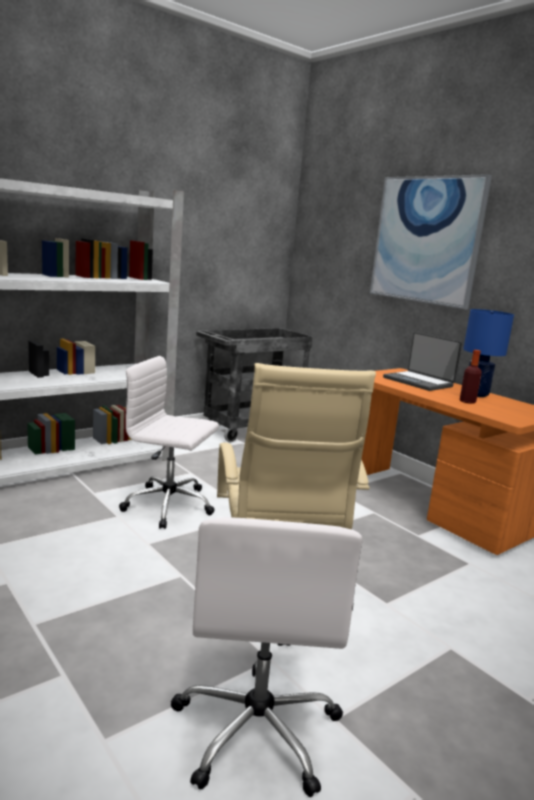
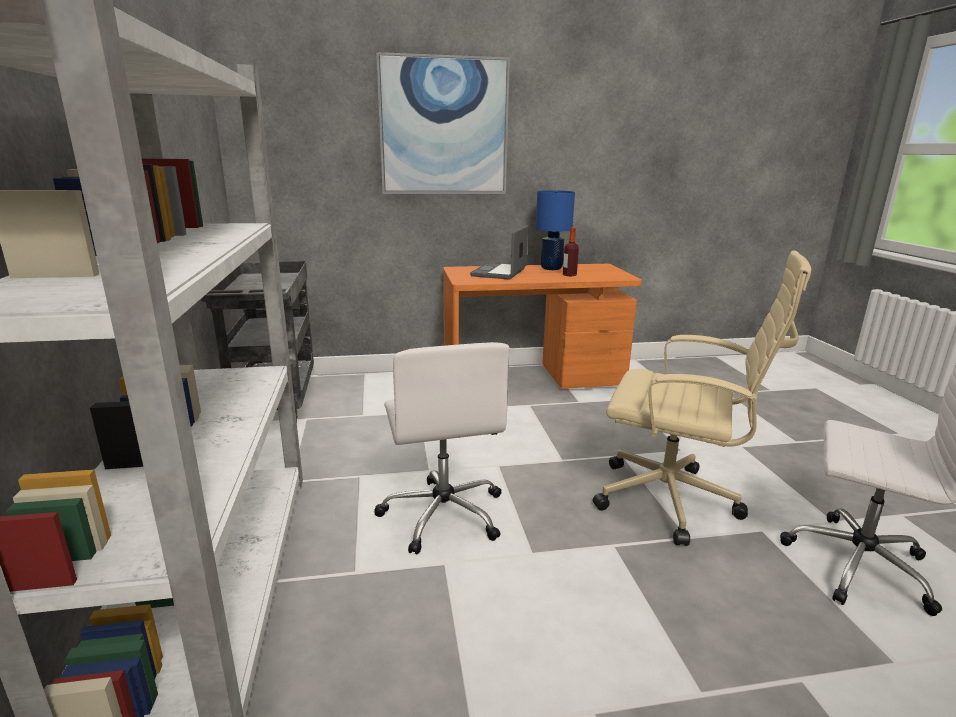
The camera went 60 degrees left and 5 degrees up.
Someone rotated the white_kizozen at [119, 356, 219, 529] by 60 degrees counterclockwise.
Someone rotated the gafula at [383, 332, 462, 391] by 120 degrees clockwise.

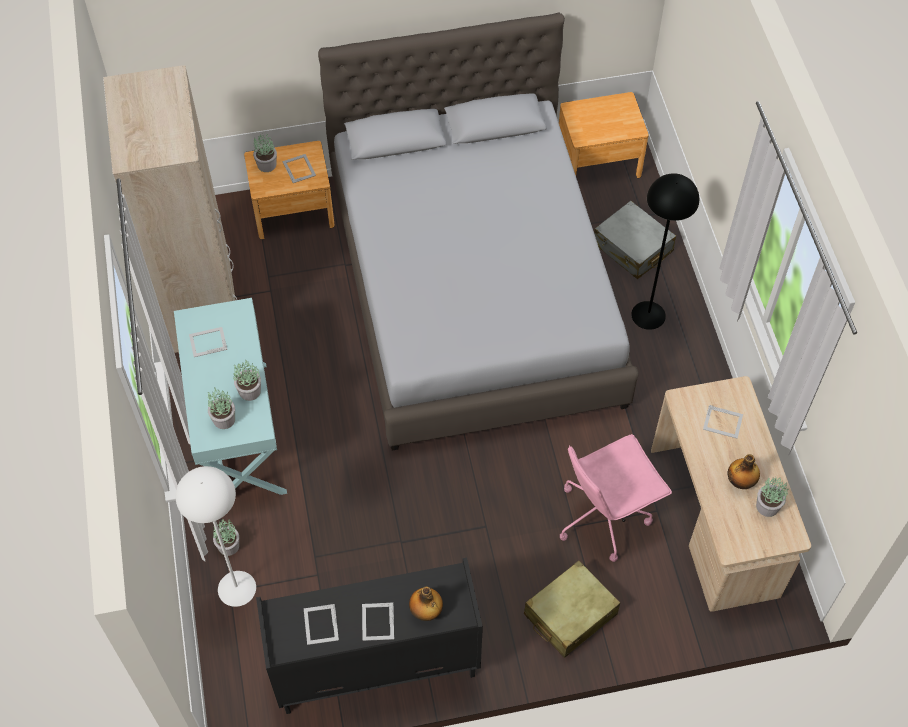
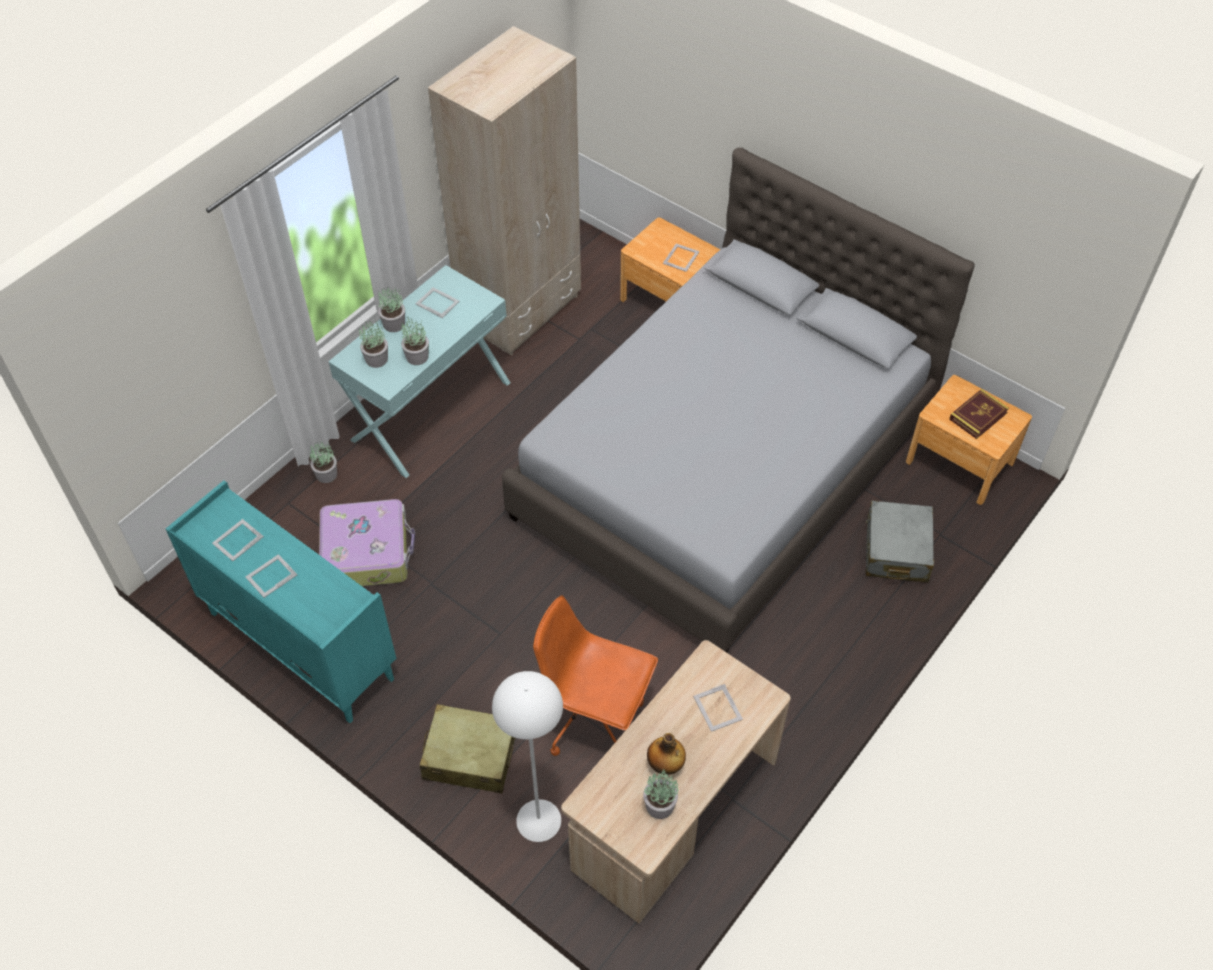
The camera went 50 degrees right and 5 degrees down.
Someone took away the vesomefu at [409, 586, 443, 621].
Someone took away the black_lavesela at [631, 173, 699, 330].
Someone put down the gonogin at [319, 499, 415, 586].
Someone put down the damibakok at [949, 389, 1009, 439].
Someone carried the white_lavesela from [176, 466, 256, 607] to [492, 671, 563, 842].
Someone carried the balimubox from [253, 134, 277, 172] to [378, 287, 405, 332].
Someone repainted the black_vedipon at [256, 558, 483, 714], which became the turquoise_vedipon at [166, 480, 396, 723].
Someone repainted the pink_kizozen at [560, 434, 672, 562], which became the orange_kizozen at [533, 595, 658, 756].

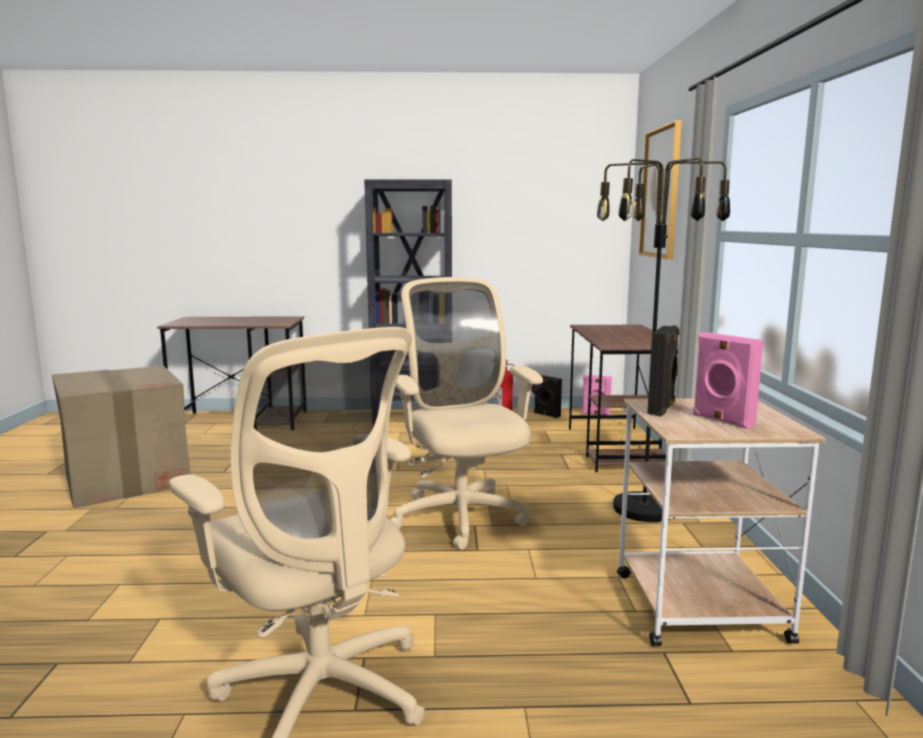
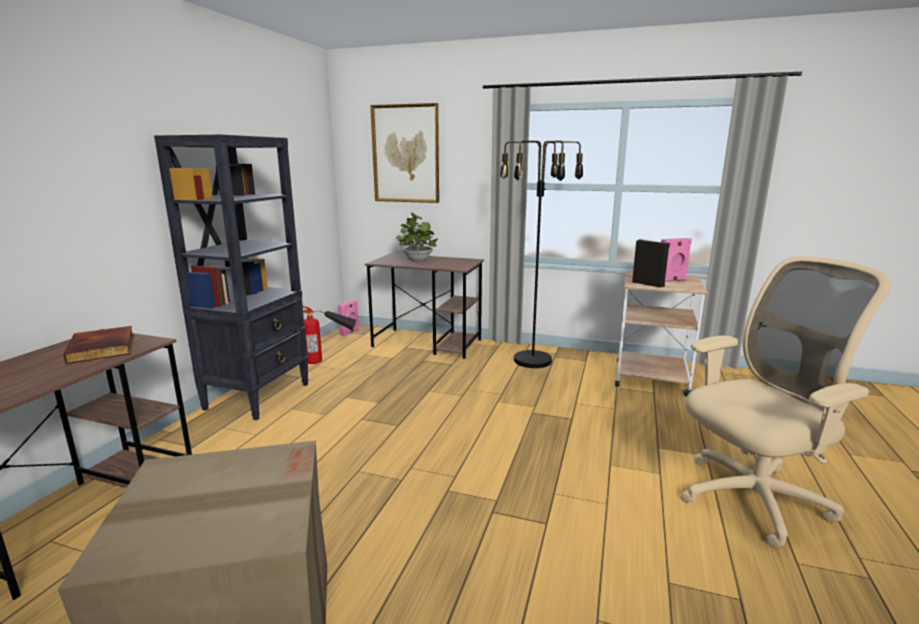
The camera went 70 degrees left and 5 degrees up.
Someone took away the beige_kizozen at [391, 277, 543, 550].
Someone took away the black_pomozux at [534, 375, 562, 418].
Someone put down the damibakok at [63, 326, 134, 364].
Someone put down the balimubox at [397, 212, 438, 262].

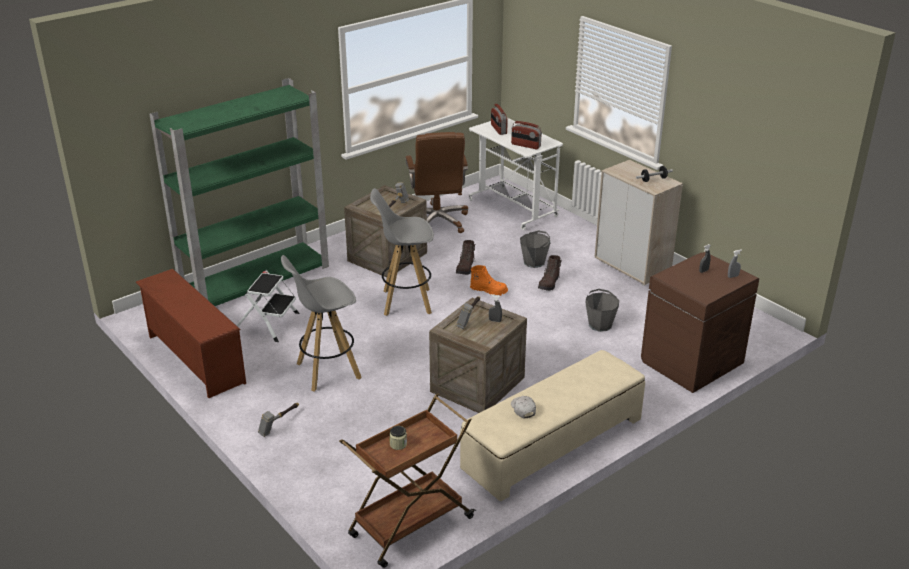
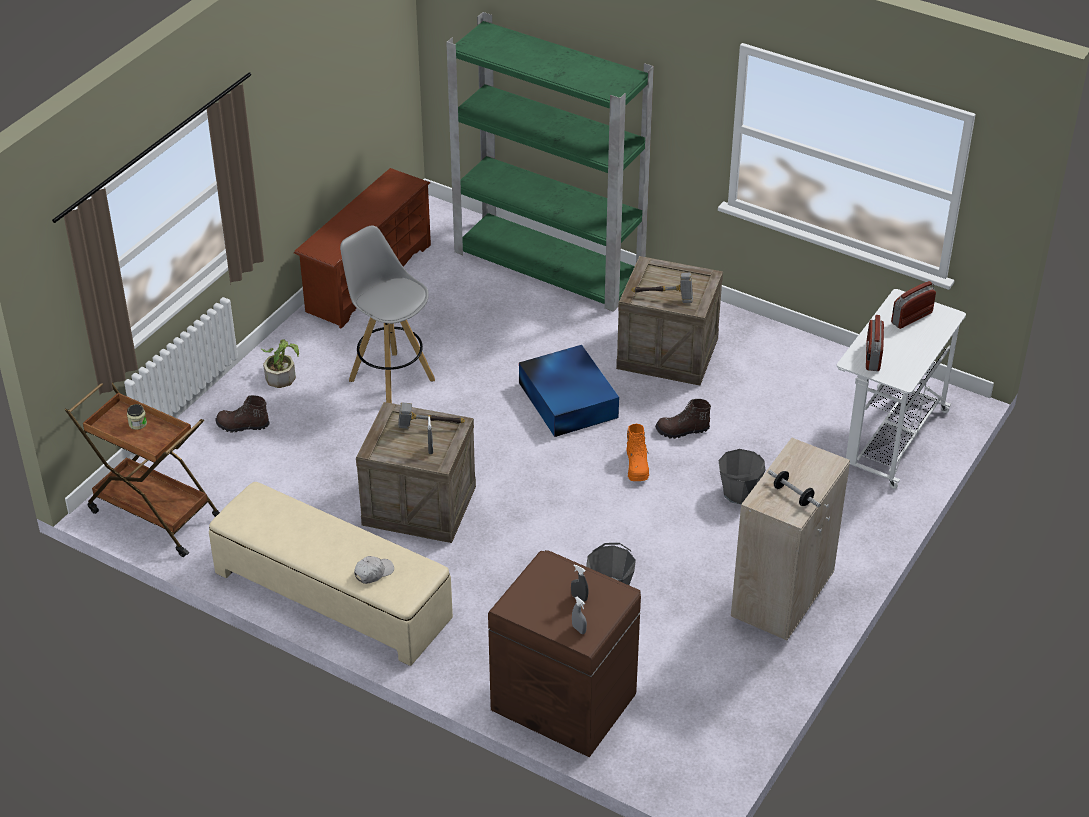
The camera went 70 degrees right and 10 degrees up.
Someone took away the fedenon at [236, 269, 299, 342].
Someone took away the brown_kizozen at [406, 132, 468, 233].
Someone carried the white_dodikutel from [511, 396, 536, 418] to [354, 556, 394, 584].
Someone carried the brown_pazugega from [538, 255, 562, 291] to [216, 395, 270, 432].
Someone swapped the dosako at [258, 403, 299, 437] for the balimubox at [261, 339, 299, 388].
Someone swapped the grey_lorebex at [370, 188, 434, 316] for the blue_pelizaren at [519, 345, 619, 437].

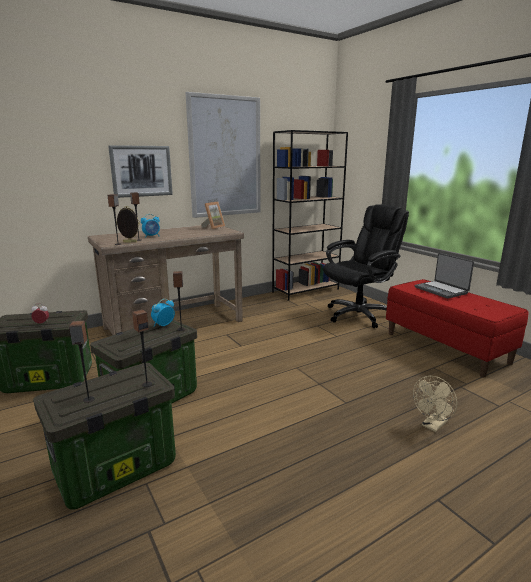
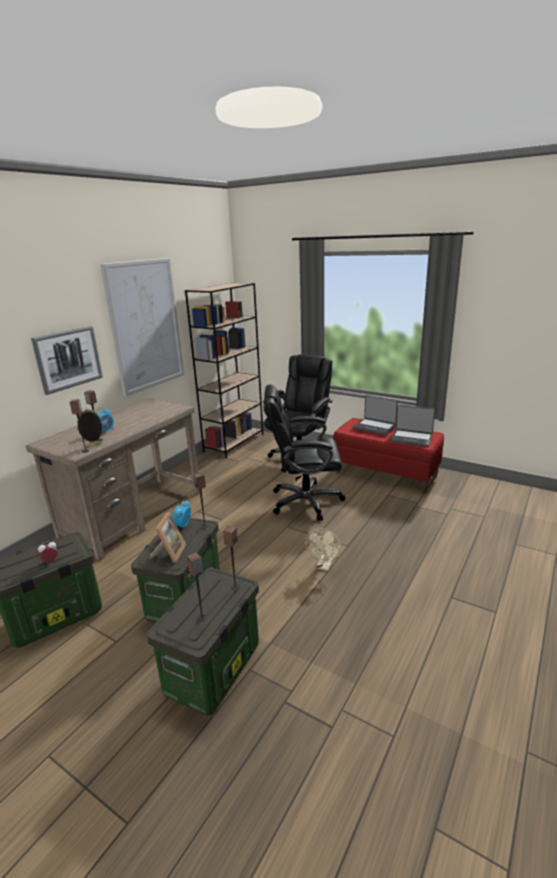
The camera went 25 degrees left and 5 degrees up.
Someone put down the black_kizozen at [264, 384, 346, 521].
Someone put down the gafula at [390, 405, 435, 447].
Someone carried the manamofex from [201, 202, 225, 229] to [150, 512, 186, 563].
Someone carried the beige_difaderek from [413, 376, 457, 432] to [306, 528, 341, 571].

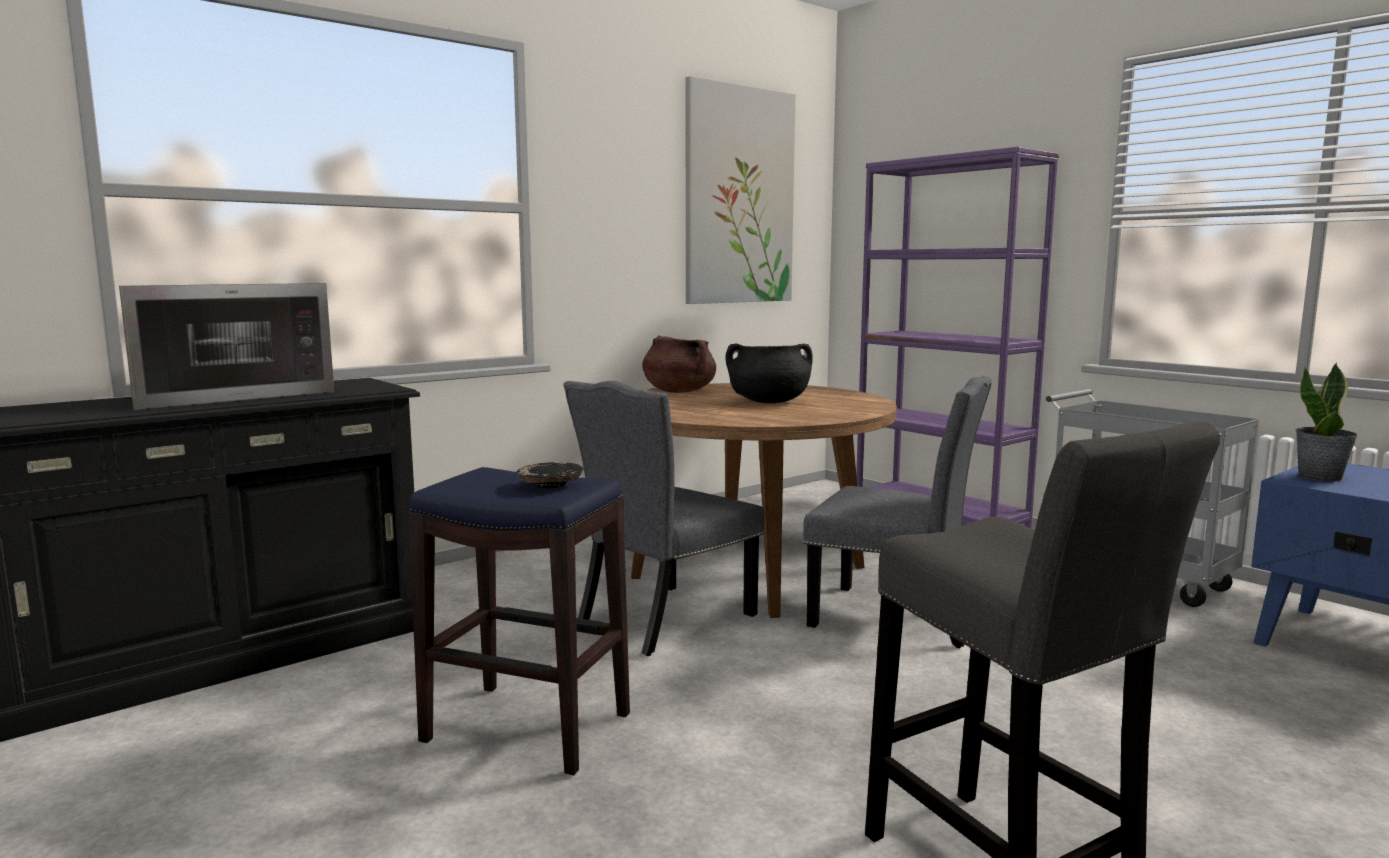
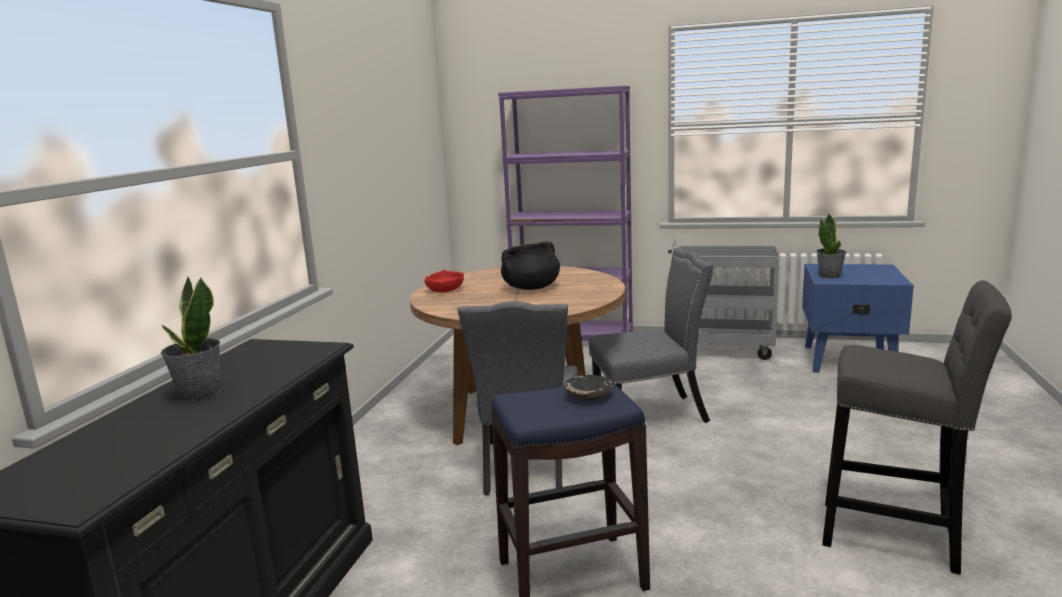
The camera went 35 degrees left and 5 degrees up.
Someone took away the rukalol at [685, 76, 796, 304].
Someone swapped the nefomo at [119, 283, 334, 410] for the balimubox at [161, 277, 221, 400].
Someone swapped the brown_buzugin at [642, 336, 716, 393] for the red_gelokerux at [424, 270, 464, 293].

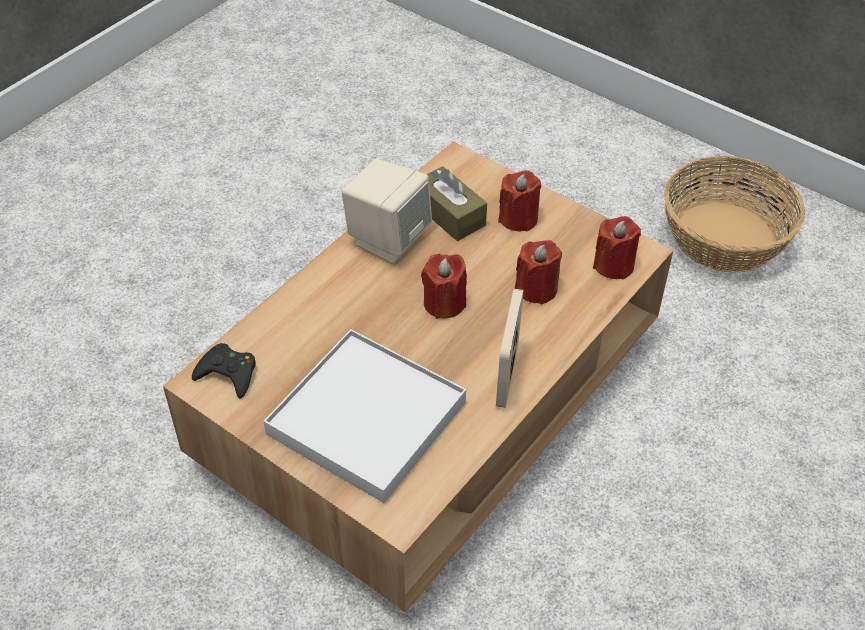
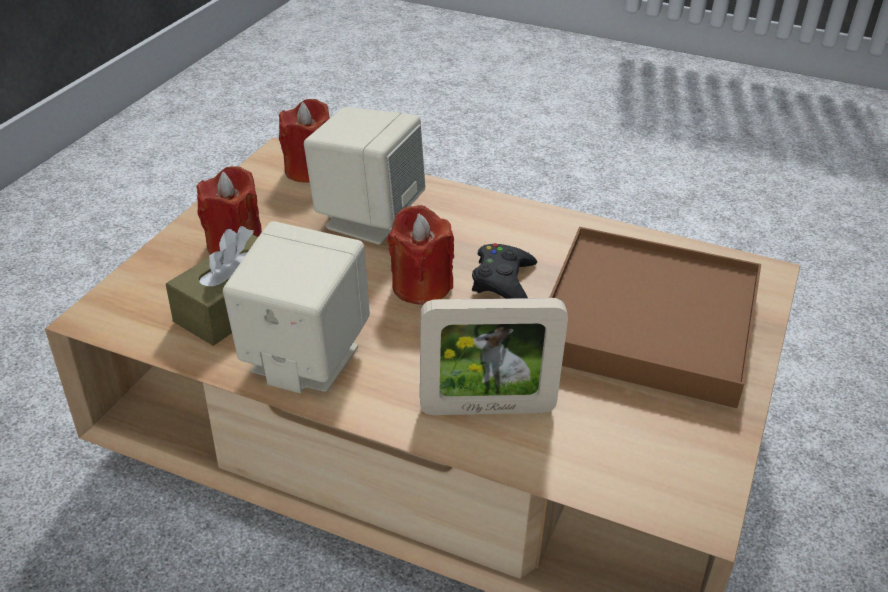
The camera went 105 degrees left and 10 degrees down.
Someone took away the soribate at [664, 156, 805, 273].
Someone carried the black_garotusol from [192, 343, 256, 399] to [472, 243, 537, 298].
Someone carried the manamofex from [496, 289, 524, 408] to [420, 298, 568, 415].
Someone swapped the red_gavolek at [515, 240, 562, 304] for the beige_pomozux at [304, 107, 426, 245].
Someone repainted the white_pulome at [264, 329, 466, 503], which became the brown_pulome at [549, 227, 761, 408].

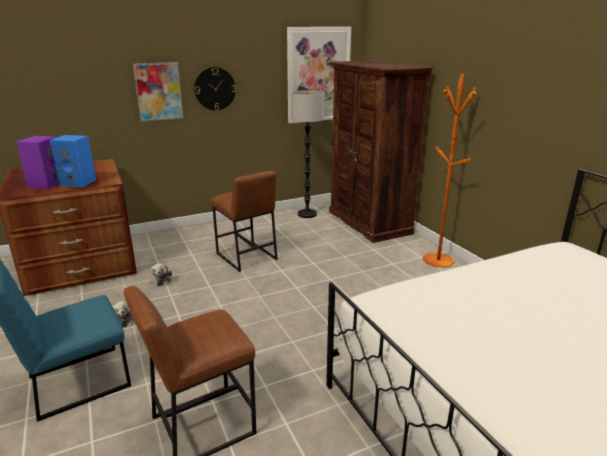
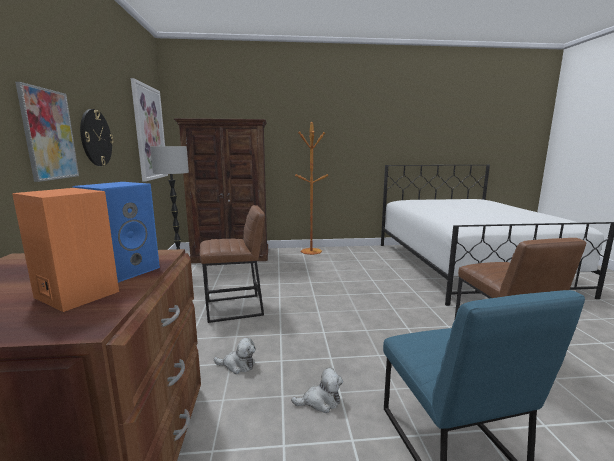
The camera went 70 degrees left and 10 degrees down.
Someone repainted the purple_pomozux at [16, 136, 59, 189], which became the orange_pomozux at [12, 188, 119, 312].

